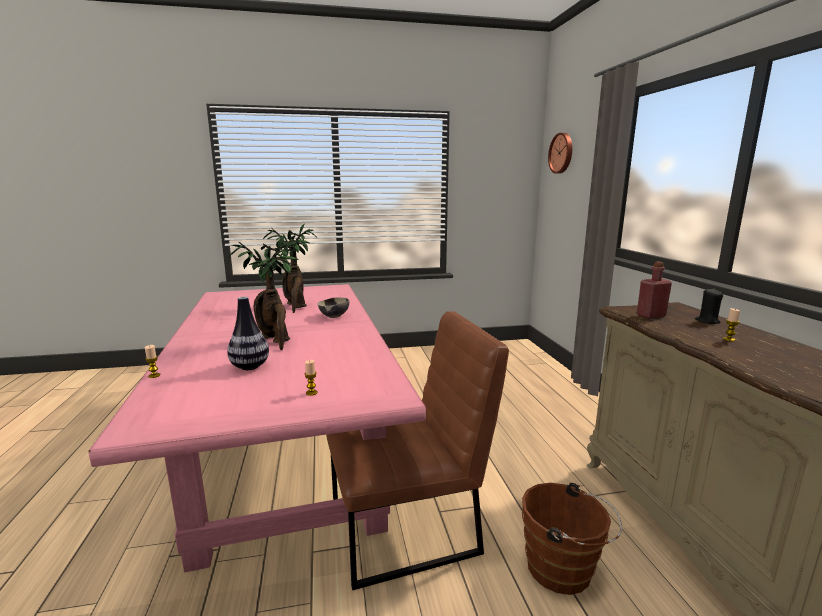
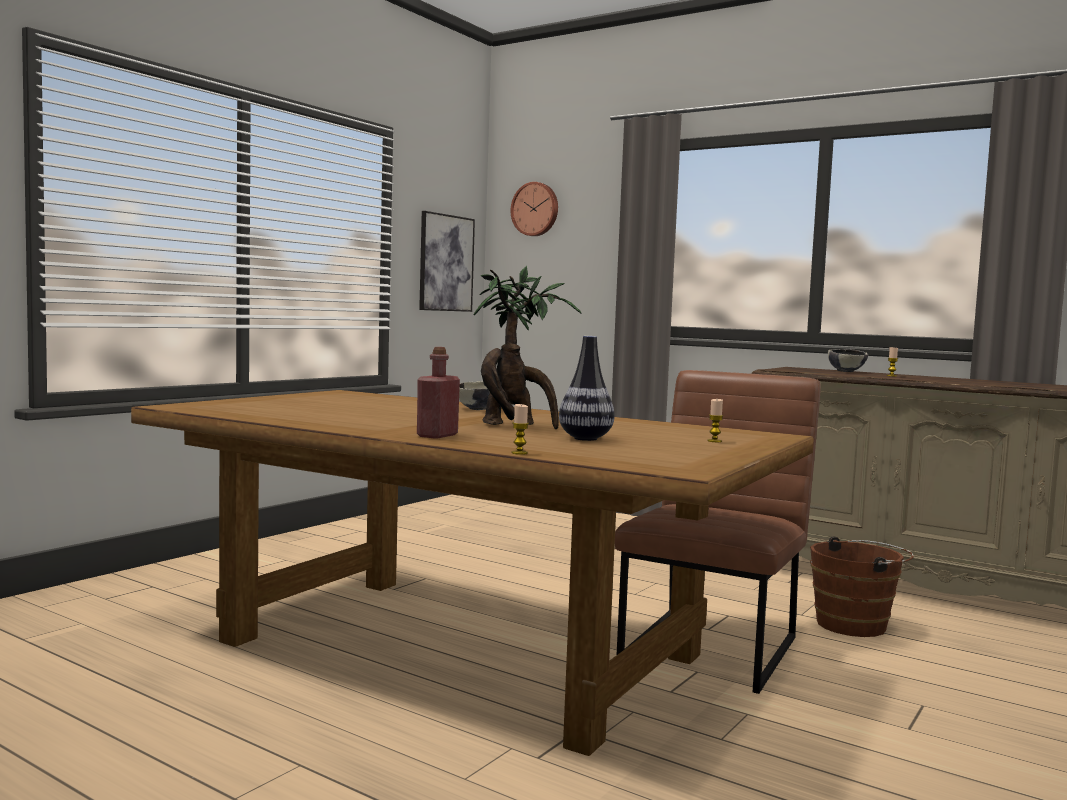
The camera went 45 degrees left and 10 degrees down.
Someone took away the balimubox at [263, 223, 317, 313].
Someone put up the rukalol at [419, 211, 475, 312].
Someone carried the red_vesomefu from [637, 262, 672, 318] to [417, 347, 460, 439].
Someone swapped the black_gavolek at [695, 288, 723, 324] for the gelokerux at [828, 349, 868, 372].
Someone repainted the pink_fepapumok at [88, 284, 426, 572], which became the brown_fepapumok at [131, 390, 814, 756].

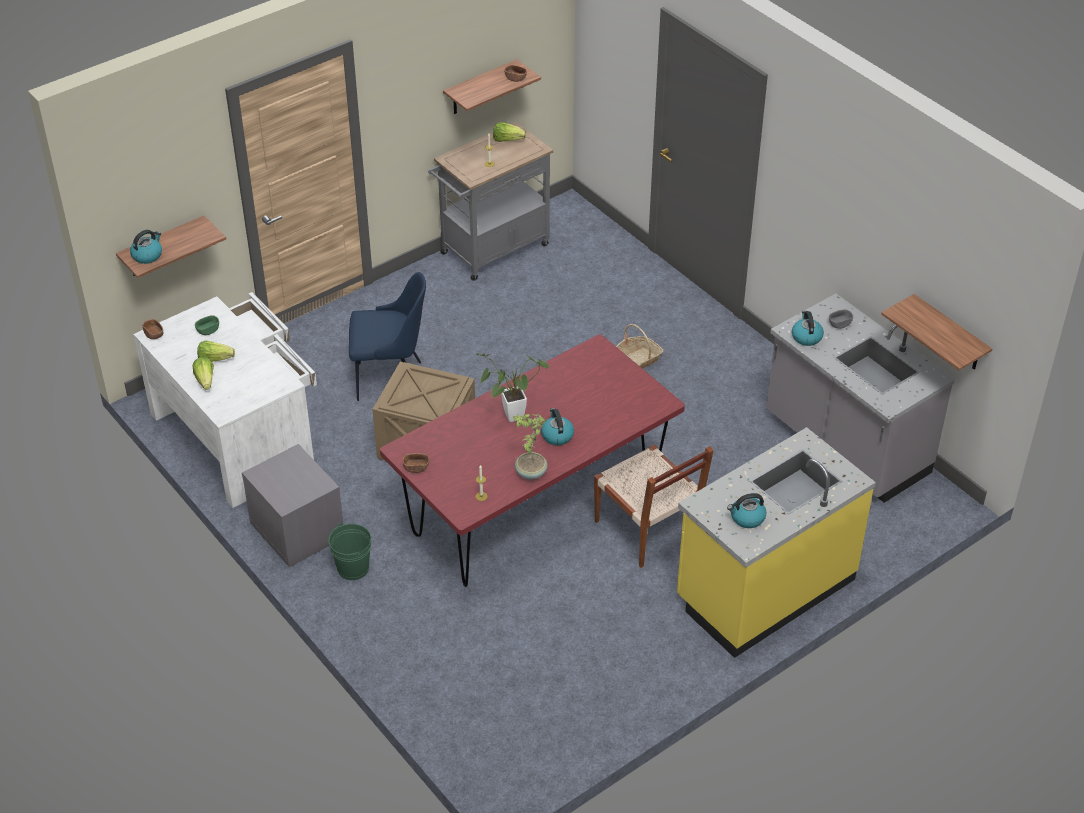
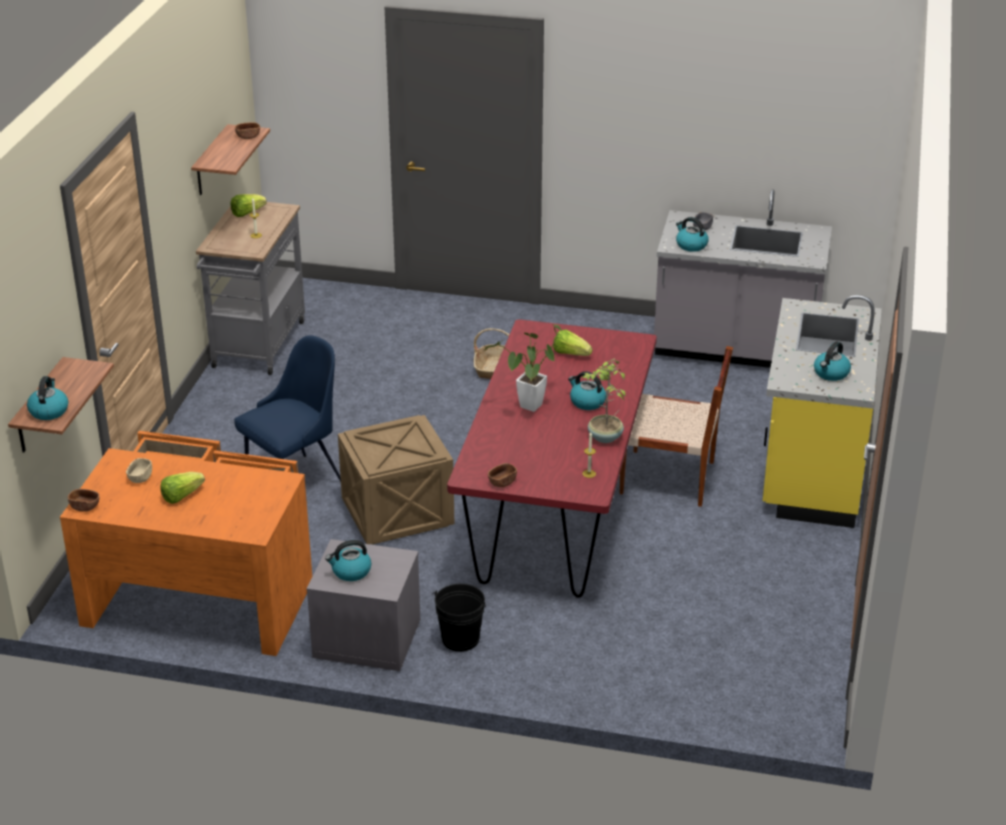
The camera went 40 degrees left and 10 degrees down.
Someone took away the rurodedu at [881, 294, 992, 371].
Someone put down the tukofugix at [325, 540, 372, 581].
Someone carried the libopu from [193, 357, 214, 390] to [553, 330, 593, 356].
Someone repainted the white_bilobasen at [133, 292, 317, 508], which became the orange_bilobasen at [60, 431, 312, 656].
Someone repainted the green_gelokerux at [195, 315, 219, 335], which became the beige_gelokerux at [126, 458, 152, 483].
Someone repainted the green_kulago at [328, 523, 371, 580], which became the black_kulago at [432, 584, 486, 652].

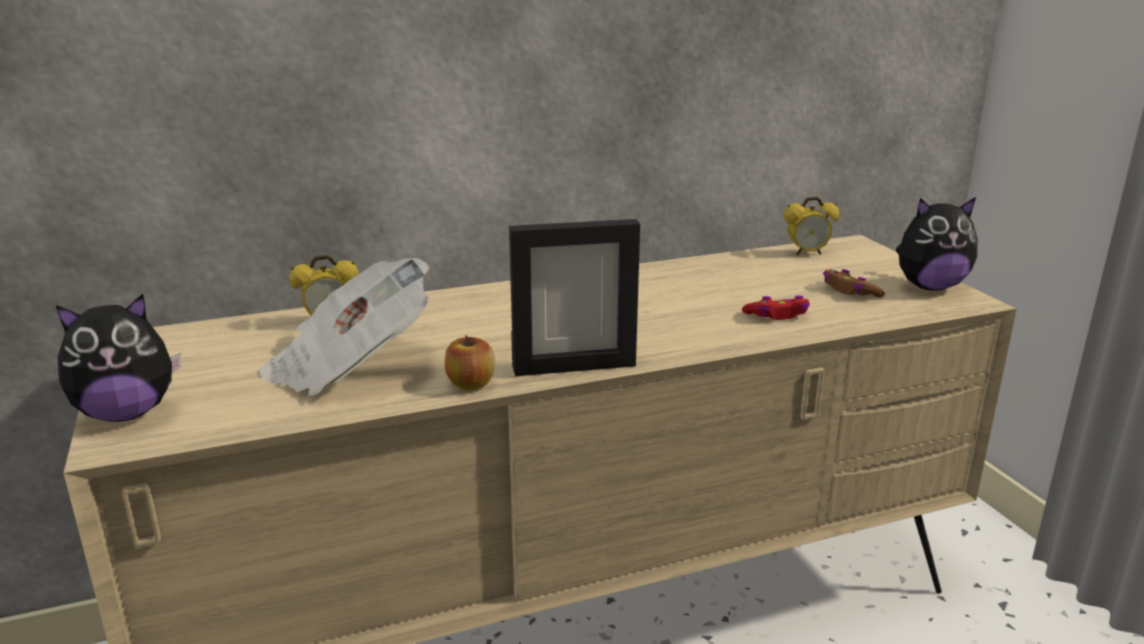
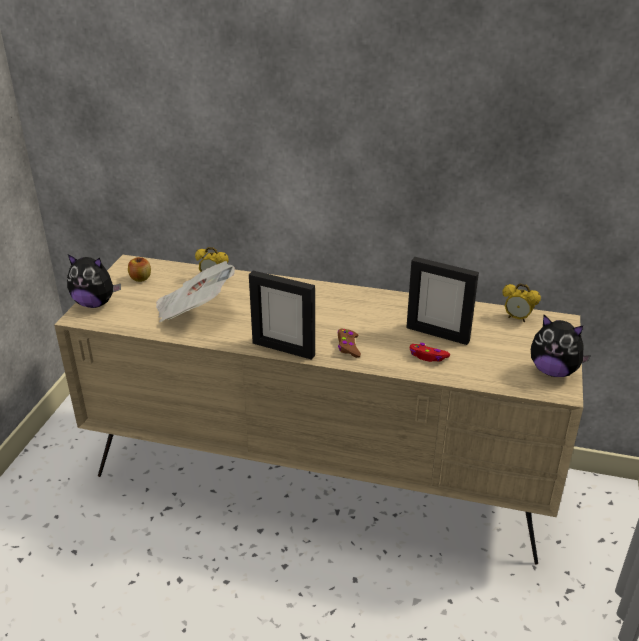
The camera went 35 degrees right and 10 degrees up.
Someone put down the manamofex at [406, 257, 479, 345].
Someone carried the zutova from [445, 335, 495, 390] to [128, 257, 151, 282].
Someone carried the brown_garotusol from [823, 269, 885, 298] to [337, 328, 361, 358].

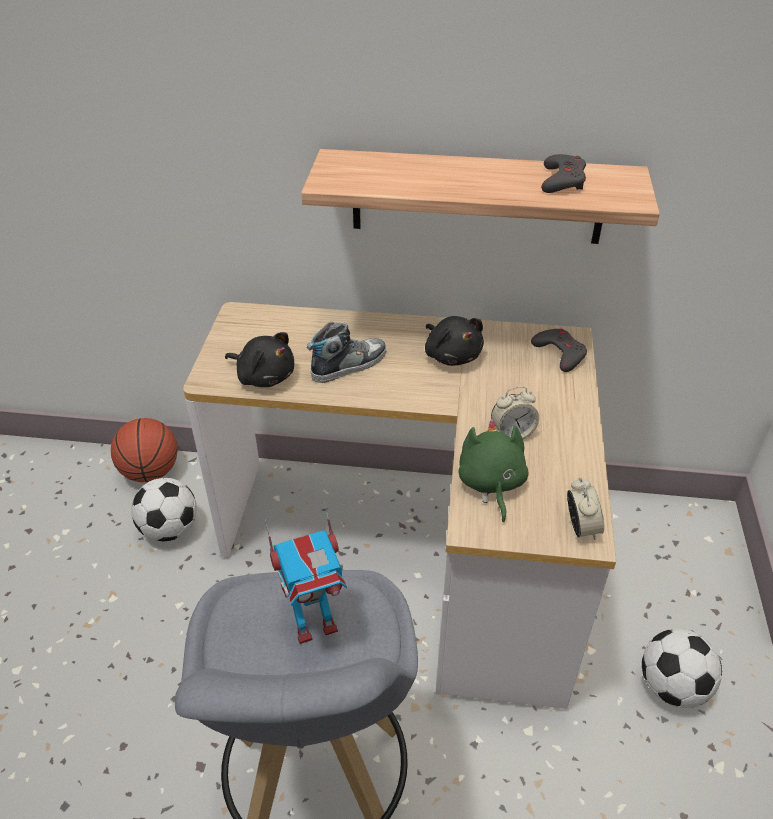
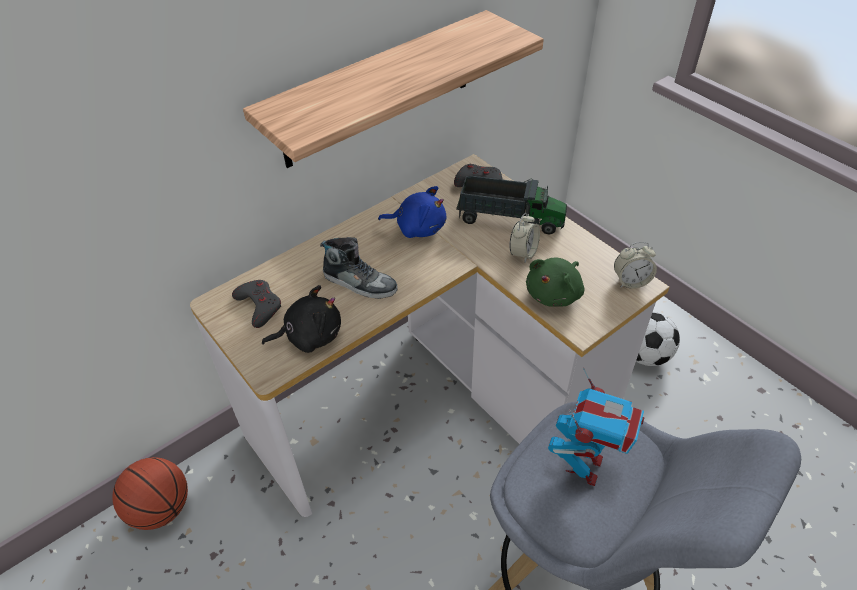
The camera went 45 degrees left and 5 degrees up.
Someone took away the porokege at [131, 478, 197, 541].
Someone put down the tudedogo at [456, 175, 567, 235].
Someone carried the grey_garotusol from [541, 154, 586, 193] to [232, 280, 281, 328].
Someone repainted the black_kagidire at [425, 316, 484, 366], which became the blue_kagidire at [378, 186, 446, 238].
Someone rotated the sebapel at [307, 322, 387, 383] by 105 degrees clockwise.
Someone rotated the green_kagidire at [458, 419, 529, 522] by 90 degrees counterclockwise.
Someone rotated the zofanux at [567, 478, 604, 540] by 135 degrees clockwise.

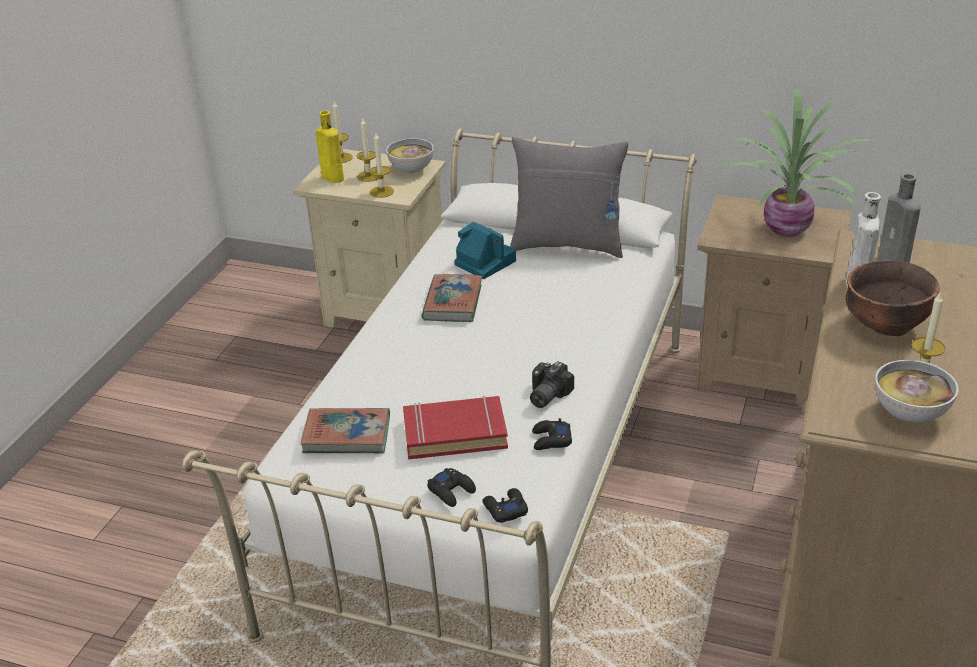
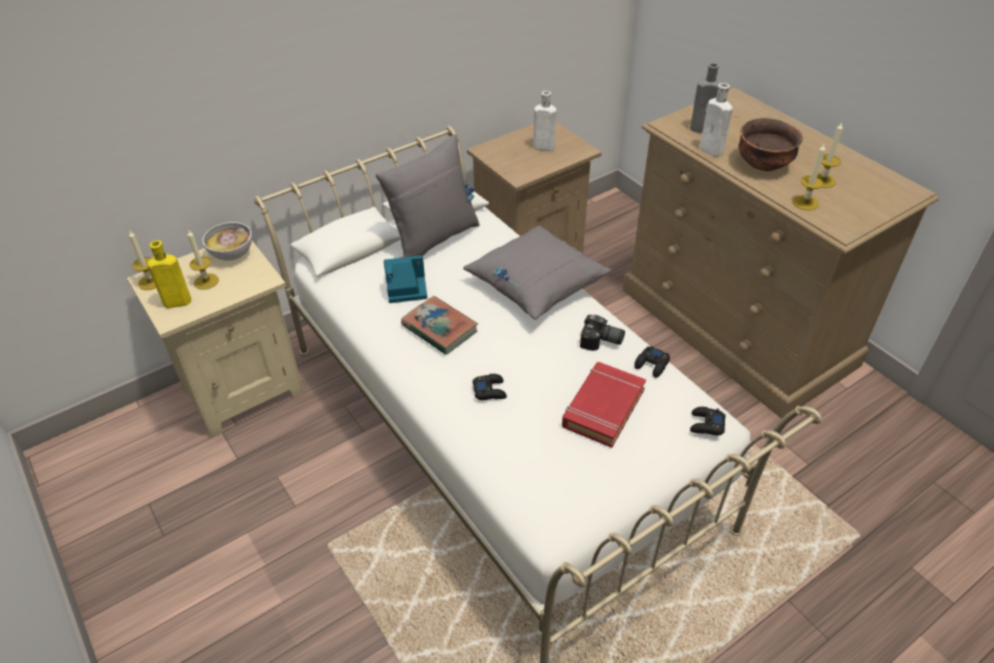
The camera went 55 degrees left and 10 degrees up.
Someone took away the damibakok at [300, 408, 390, 453].
Someone took away the gelokerux at [875, 360, 959, 423].
Someone put down the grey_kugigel at [463, 225, 612, 320].
Someone carried the gavolek from [370, 133, 394, 198] to [793, 143, 826, 210].
Someone carried the black_garotusol from [427, 468, 476, 507] to [473, 374, 507, 400].
Someone swapped the balimubox at [717, 89, 871, 237] for the white_vesomefu at [533, 91, 557, 151].
Someone rotated the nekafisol at [530, 361, 574, 408] by 45 degrees counterclockwise.

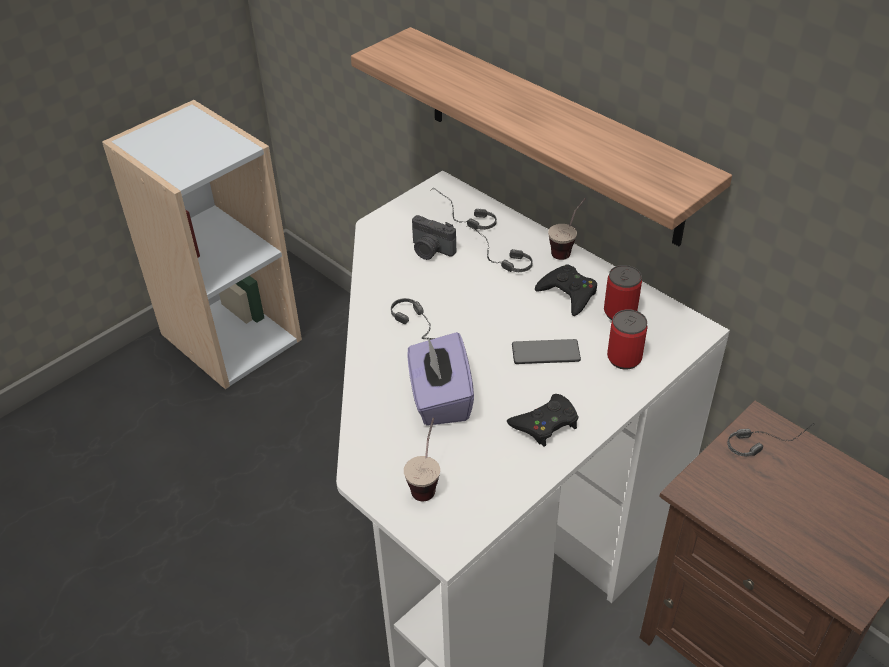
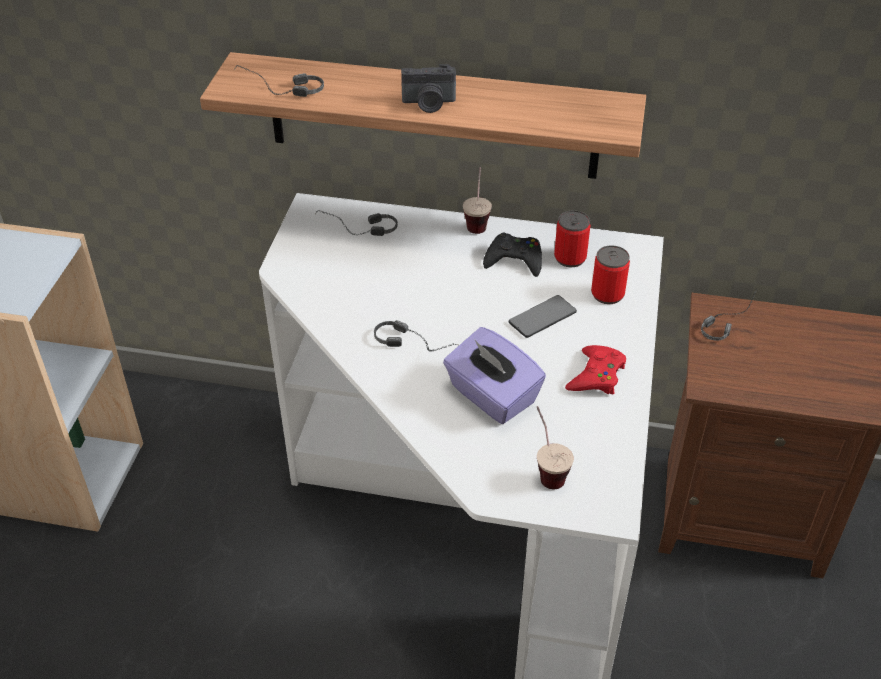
The camera went 35 degrees left and 0 degrees up.
Someone carried the nekafisol from [412, 215, 456, 260] to [401, 64, 456, 113].
Someone carried the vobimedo from [465, 225, 533, 272] to [235, 66, 324, 97].
Someone repainted the black_garotusol at [507, 394, 578, 447], which became the red_garotusol at [565, 345, 626, 394].

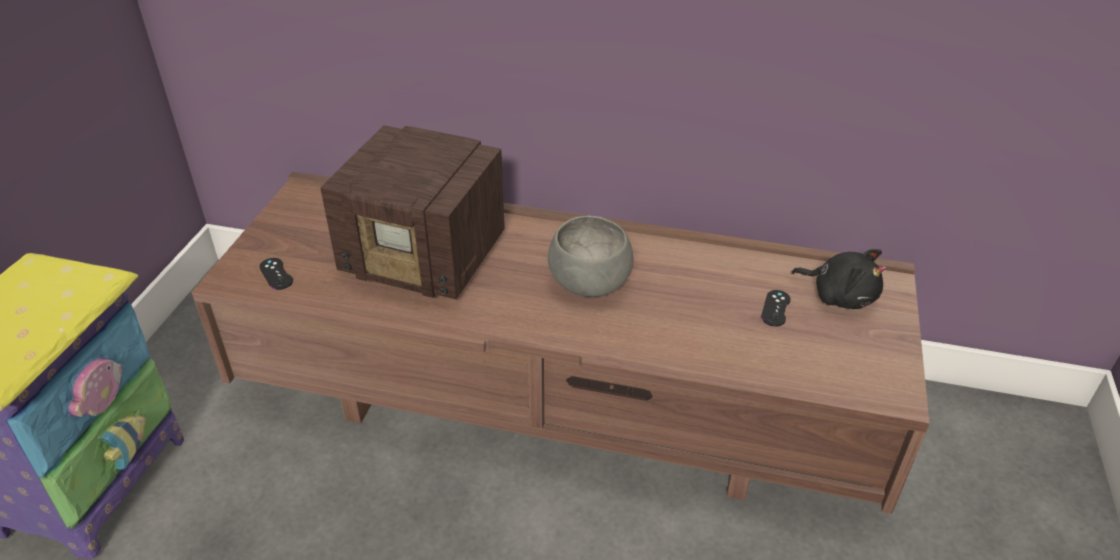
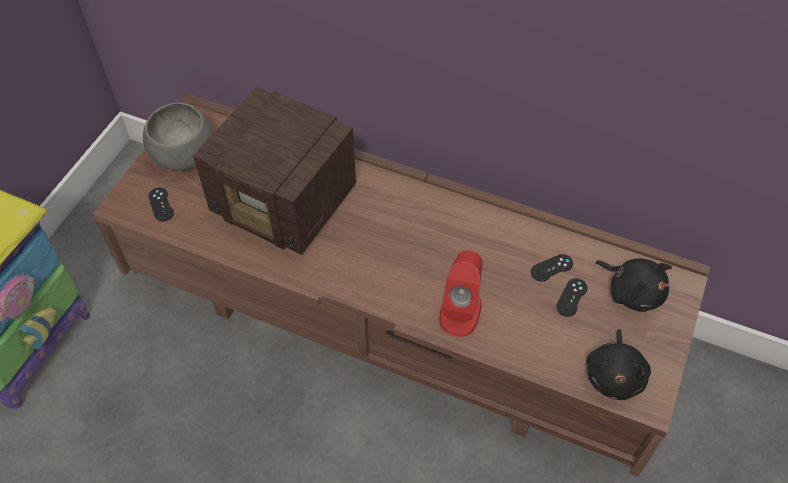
The camera went 10 degrees right and 15 degrees up.
Someone put down the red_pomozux at [439, 250, 482, 337].
Someone put down the black_garotusol at [531, 254, 573, 282].
Someone put down the black_kagidire at [586, 329, 651, 400].
Someone carried the grey_gelokerux from [548, 216, 634, 297] to [143, 103, 213, 171].

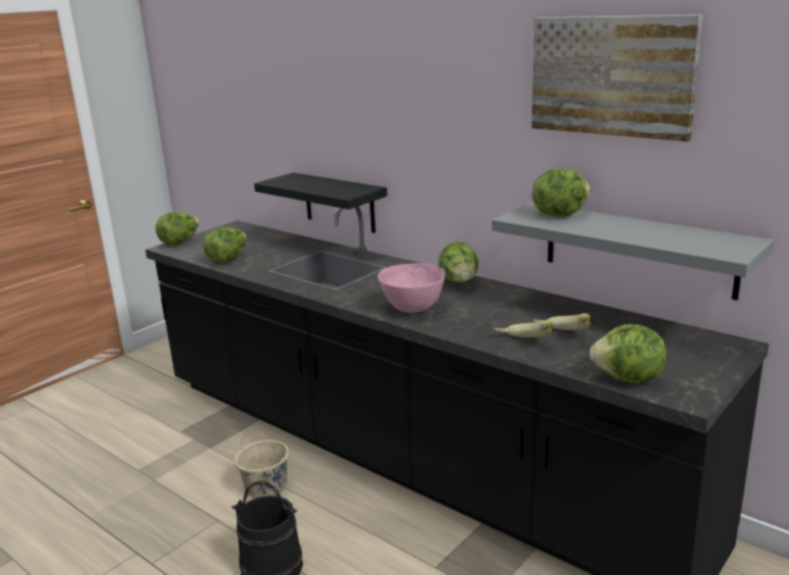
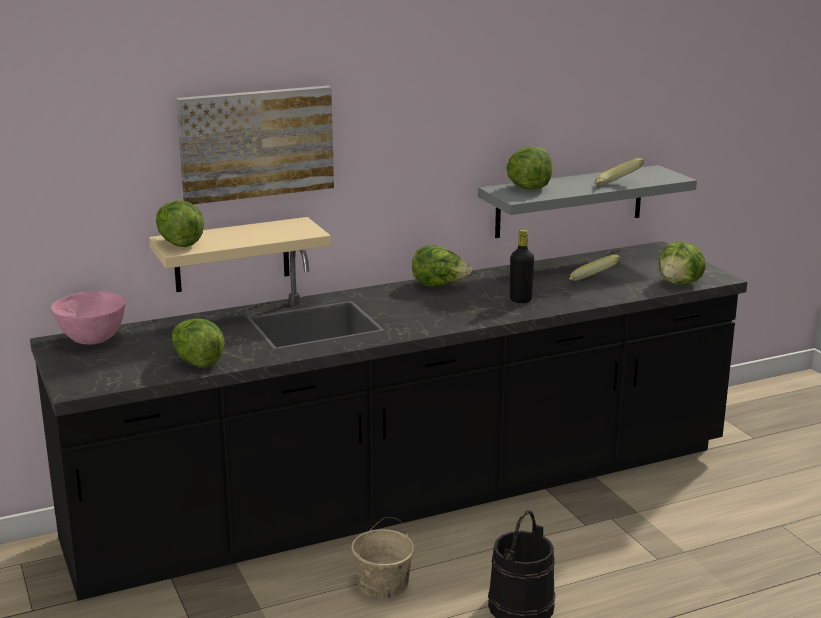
The camera went 65 degrees left and 0 degrees up.
Someone put down the black_vesomefu at [510, 230, 534, 303].
Someone carried the libopu from [155, 212, 200, 245] to [156, 200, 204, 247].
Someone carried the pink_gelokerux from [377, 263, 445, 313] to [51, 291, 126, 345].
Someone carried the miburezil from [493, 320, 553, 338] to [595, 158, 644, 186].
Someone carried the rukalol from [532, 15, 703, 142] to [176, 86, 334, 205].
Someone repainted the black_rurodedu at [254, 173, 387, 233], which became the beige_rurodedu at [149, 217, 331, 292].

